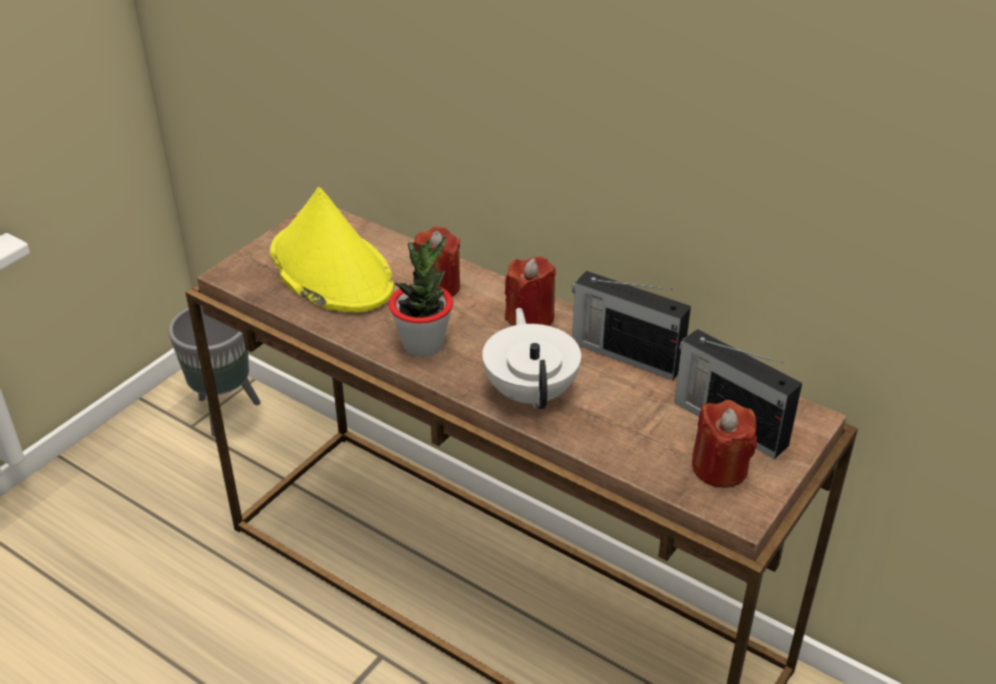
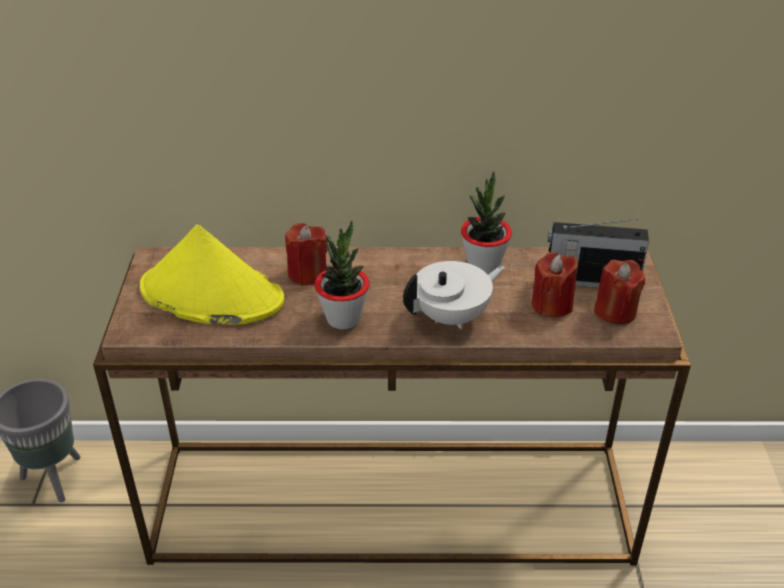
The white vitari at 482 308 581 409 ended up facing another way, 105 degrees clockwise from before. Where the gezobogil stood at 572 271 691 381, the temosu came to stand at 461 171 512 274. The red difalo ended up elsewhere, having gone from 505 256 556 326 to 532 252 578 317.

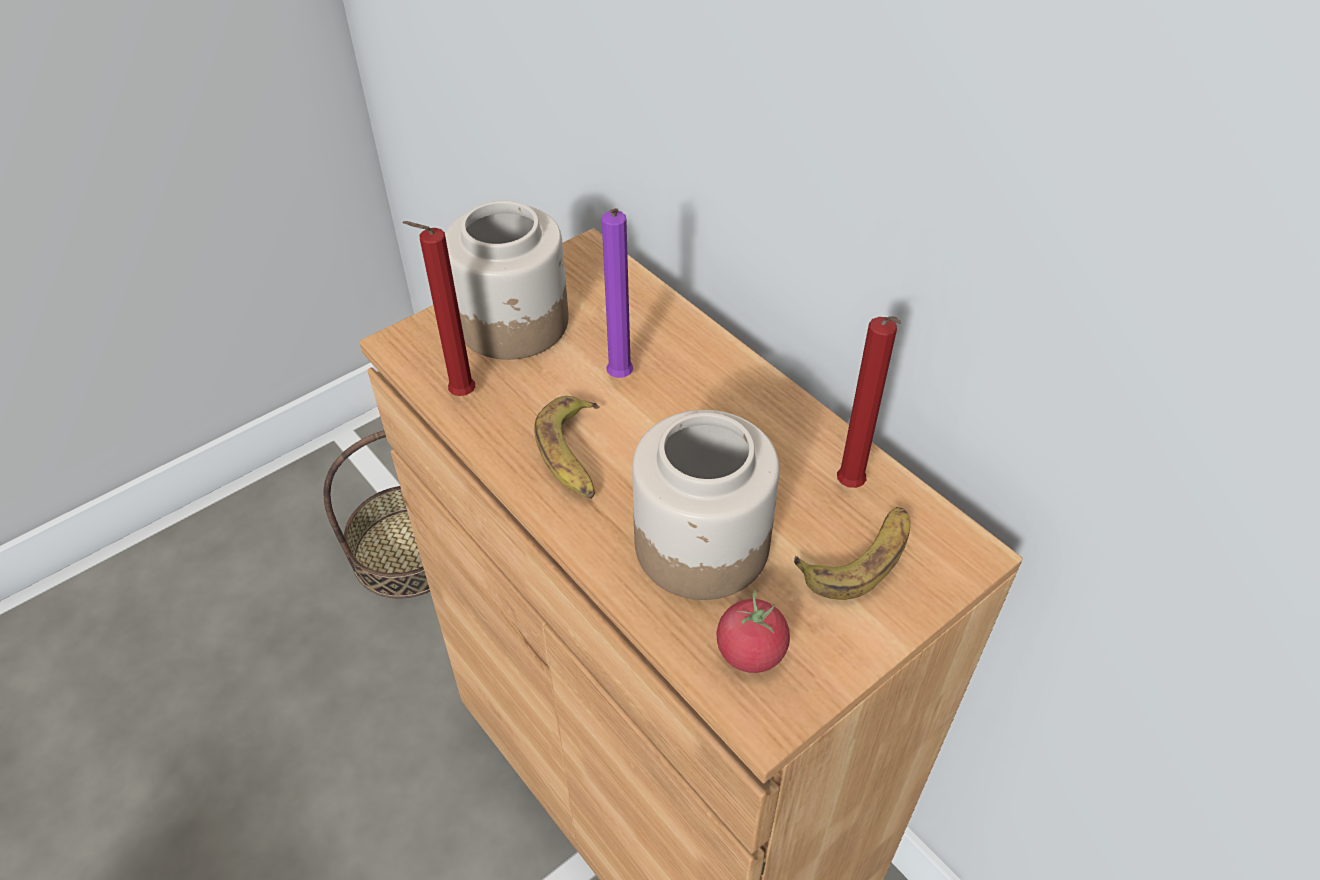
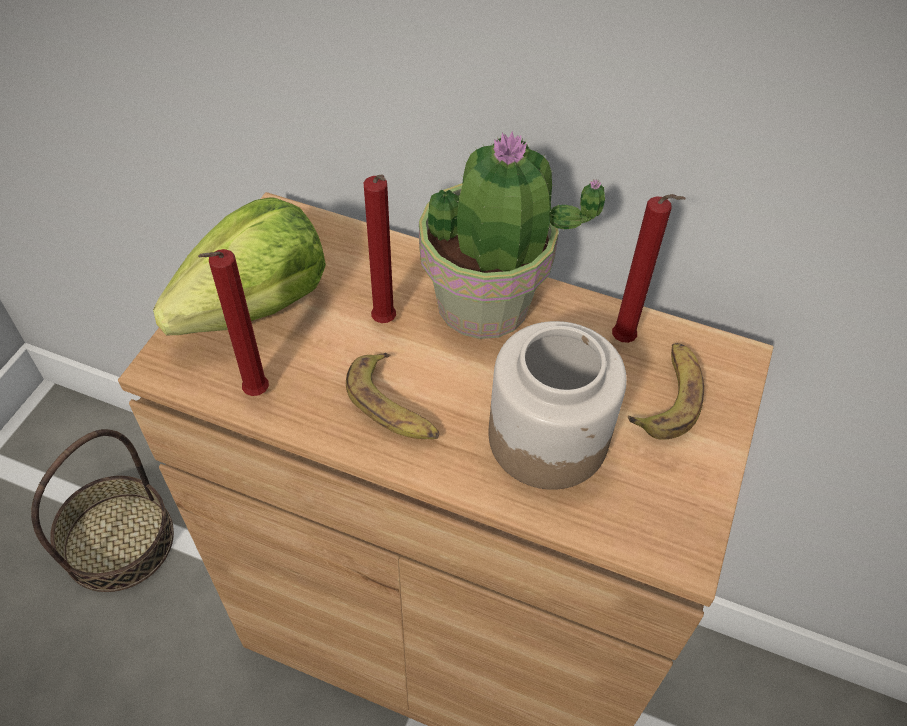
Where the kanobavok stood at 445 200 568 360, the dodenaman came to stand at 153 197 326 336. What was the purple difalo at 601 208 633 378 turned into the red difalo at 363 175 396 323. The second view gained the temosu at 419 131 606 339. The second view lost the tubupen at 717 590 790 673.

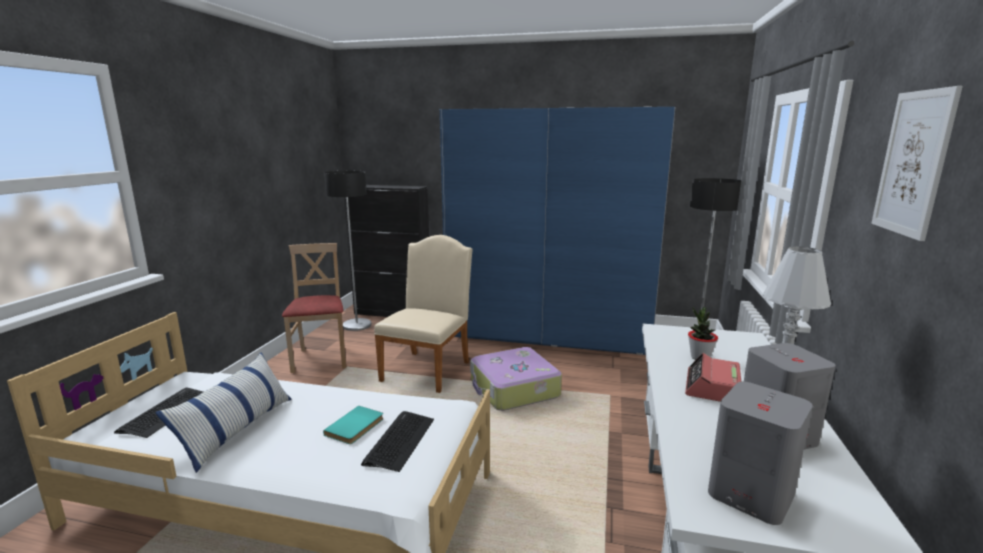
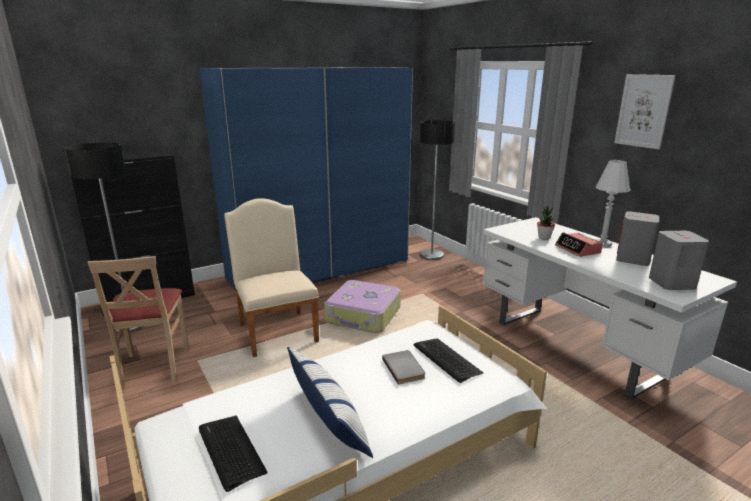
The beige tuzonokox at 282 243 346 373 ended up facing another way, 135 degrees counterclockwise from before. What was the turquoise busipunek at 323 406 383 444 turned into the grey busipunek at 382 350 426 385.

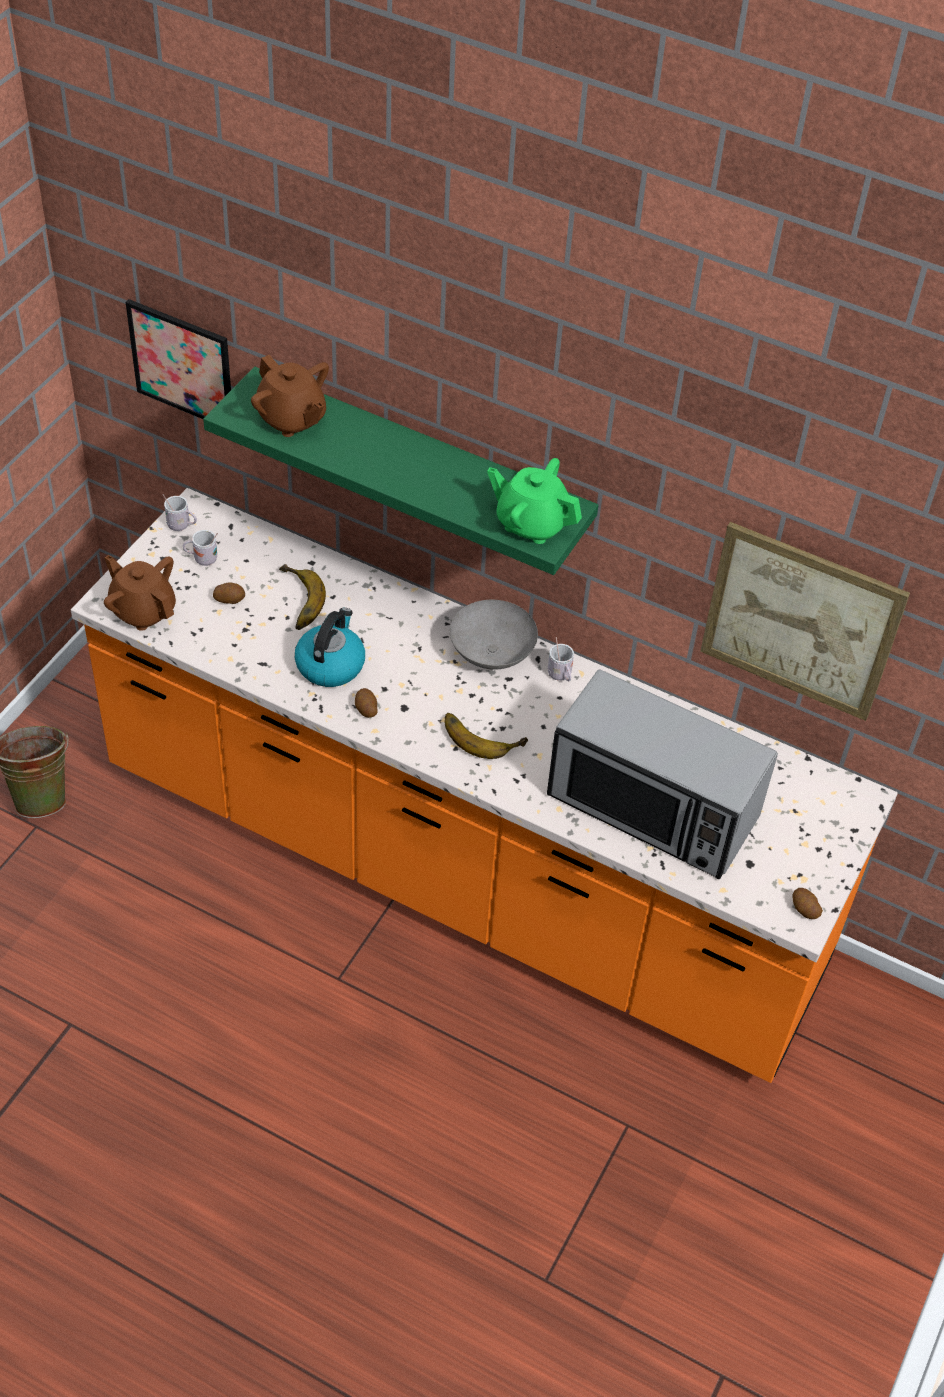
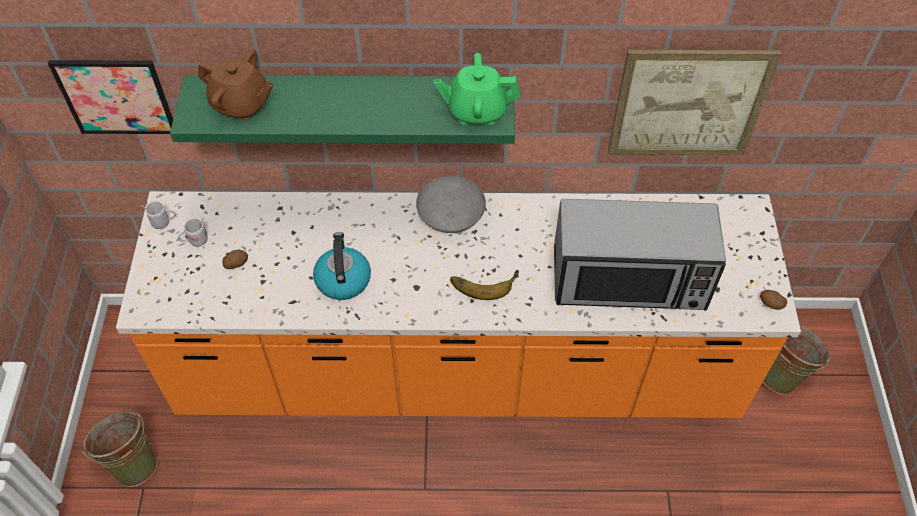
The second view gained the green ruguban at 763 326 830 395. The second view lost the brown vitari at 104 555 176 631. The second view lost the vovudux at 279 564 326 630. The second view lost the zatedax at 355 688 378 718. The second view lost the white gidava at 548 637 574 681.

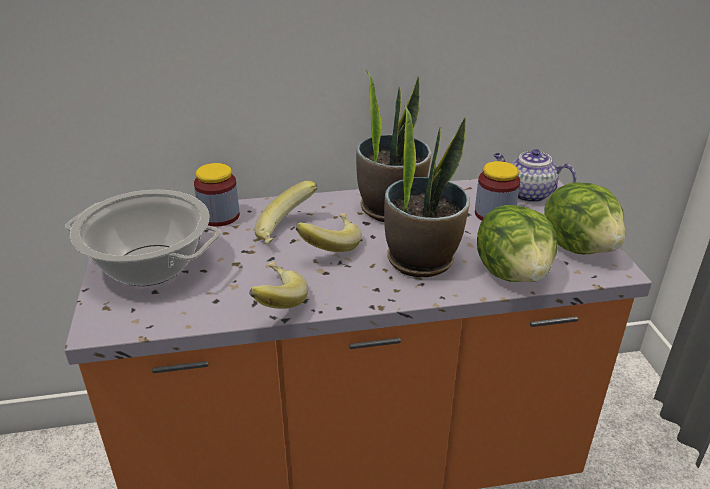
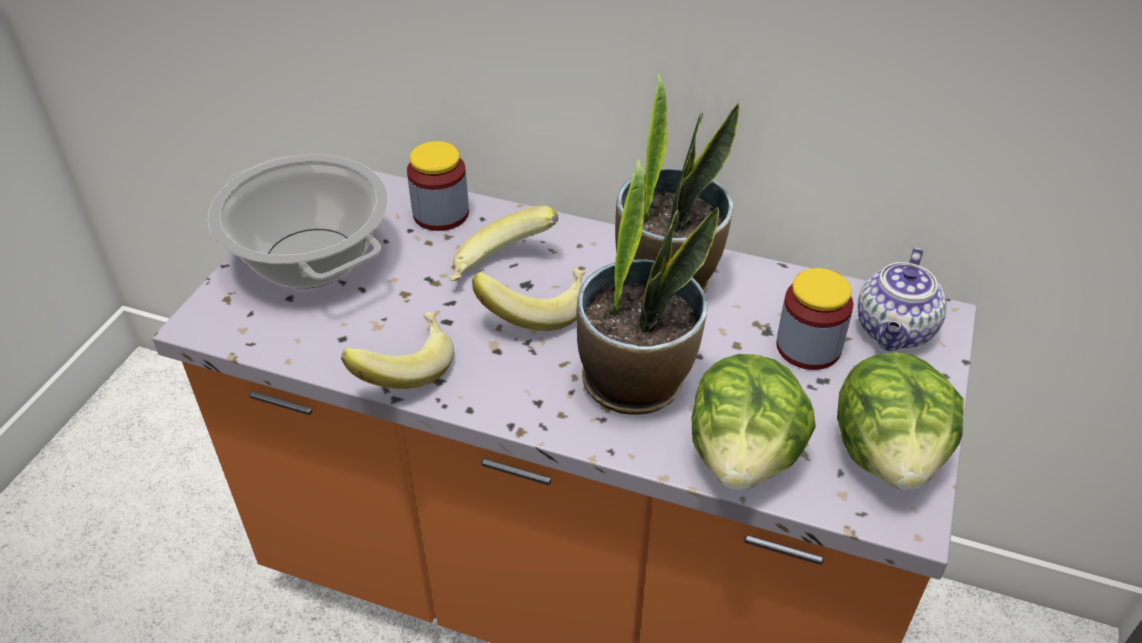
The vitari at 493 149 576 203 ended up facing another way, 120 degrees counterclockwise from before.

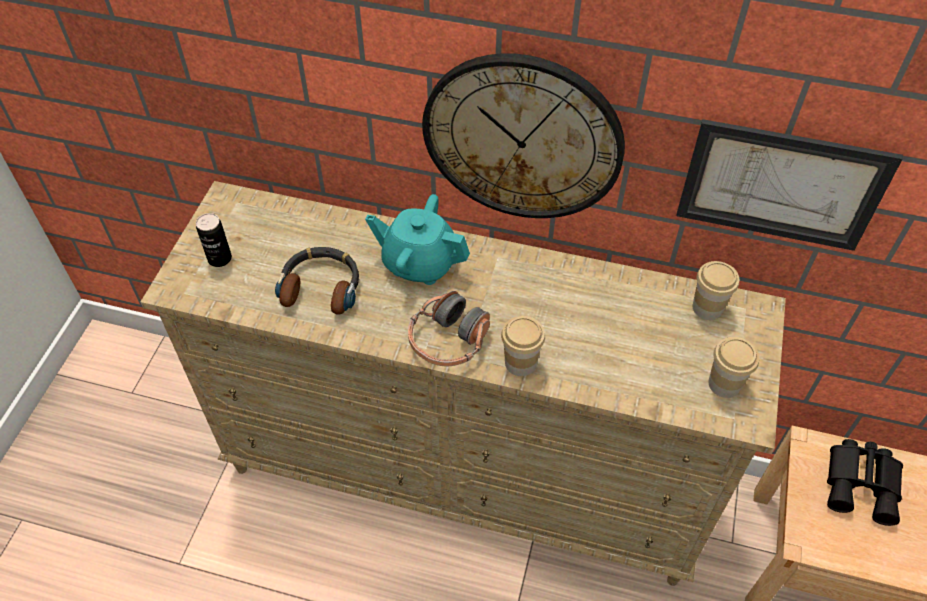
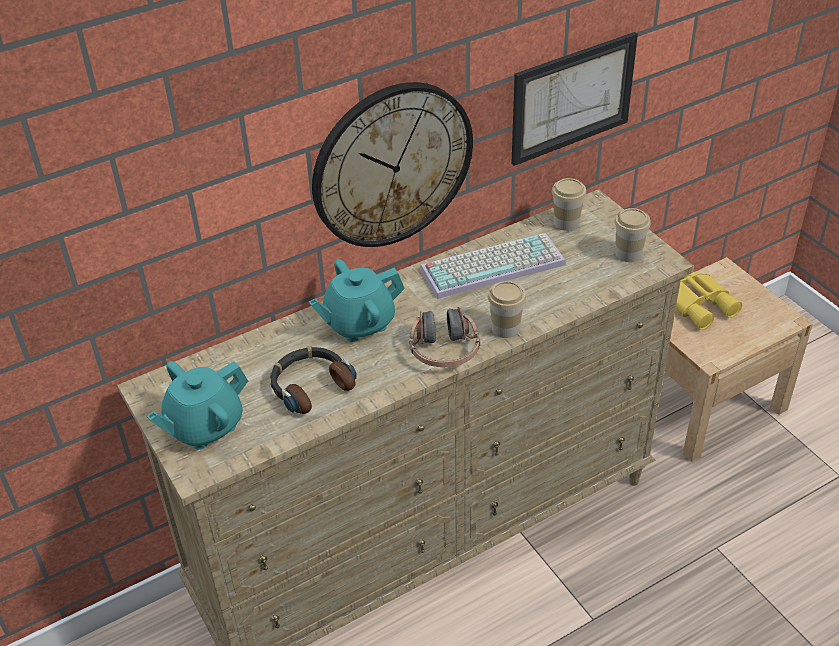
Where the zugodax stood at 196 213 232 267, the turquoise vitari came to stand at 147 361 248 450. The second view gained the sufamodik at 420 233 566 299. What was the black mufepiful at 827 439 903 526 turned into the yellow mufepiful at 676 272 742 330.

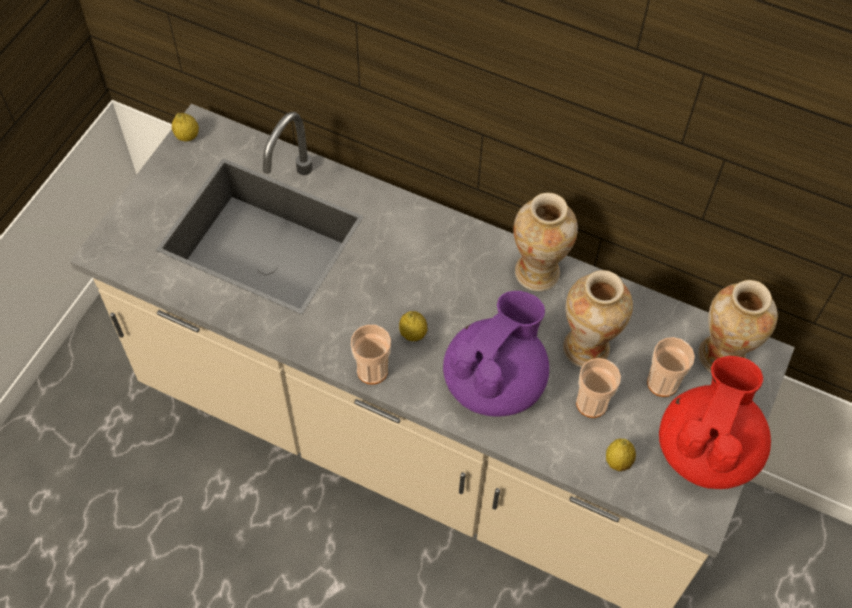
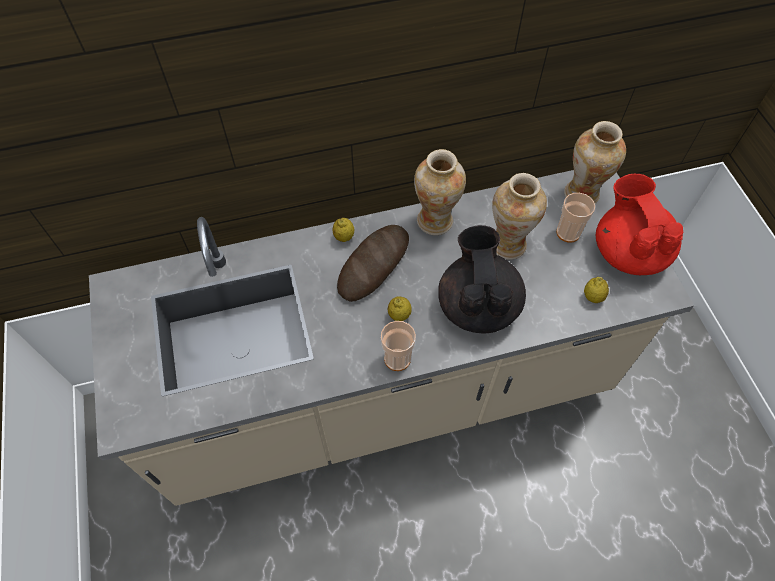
The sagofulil ended up elsewhere, having gone from 172 113 199 142 to 332 218 354 242. The second view gained the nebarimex at 337 225 409 302. What was the purple vitari at 443 291 549 417 turned into the black vitari at 438 225 526 333. The second view lost the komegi at 576 358 621 418.

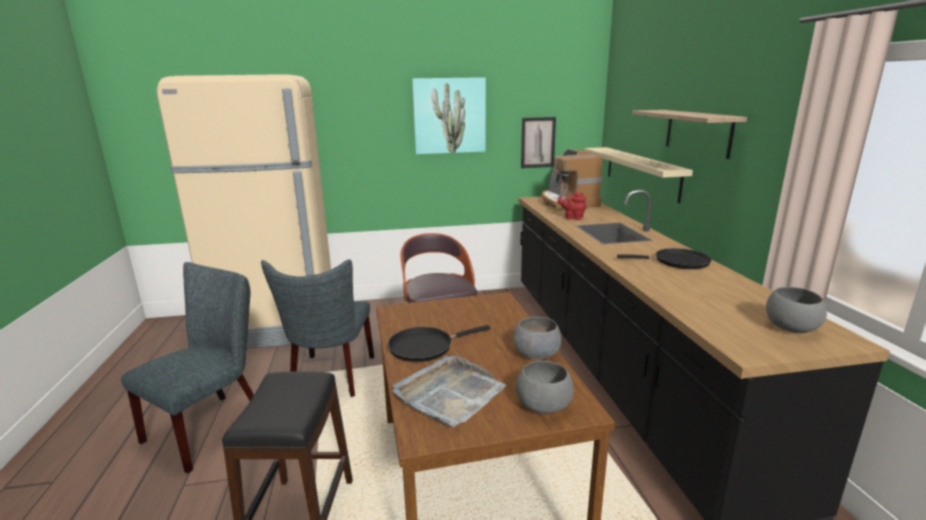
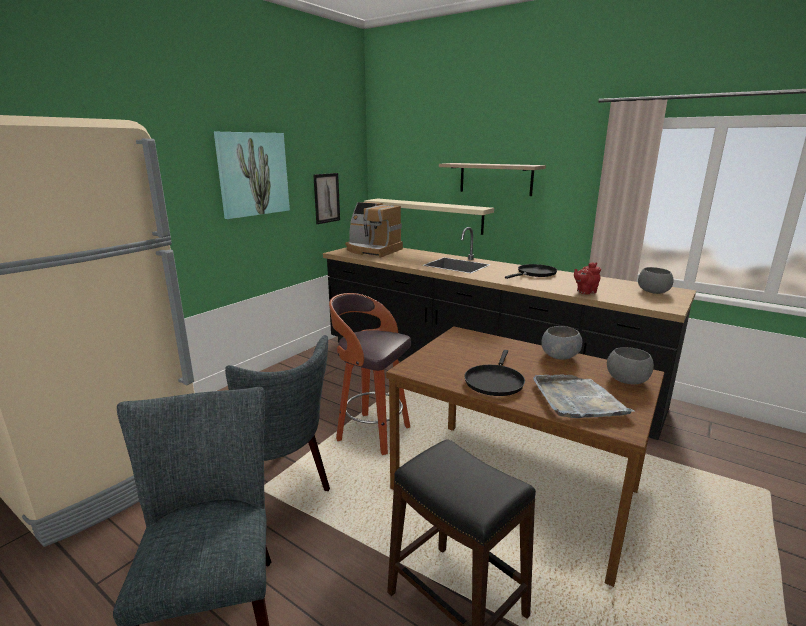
The red vitari ended up elsewhere, having gone from 558 192 587 220 to 574 262 601 295.

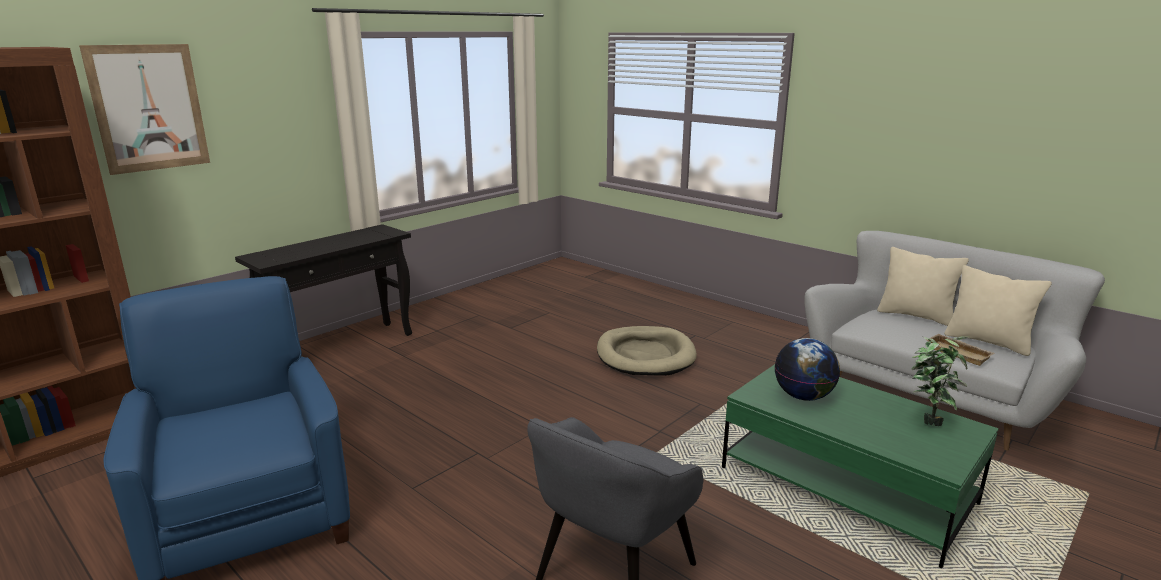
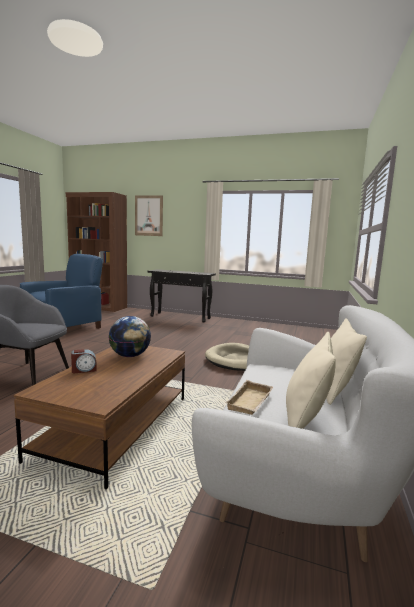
What was the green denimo at 722 364 999 568 turned into the brown denimo at 14 346 185 489. The second view gained the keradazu at 71 349 97 373. The second view lost the temosu at 912 337 968 426.

